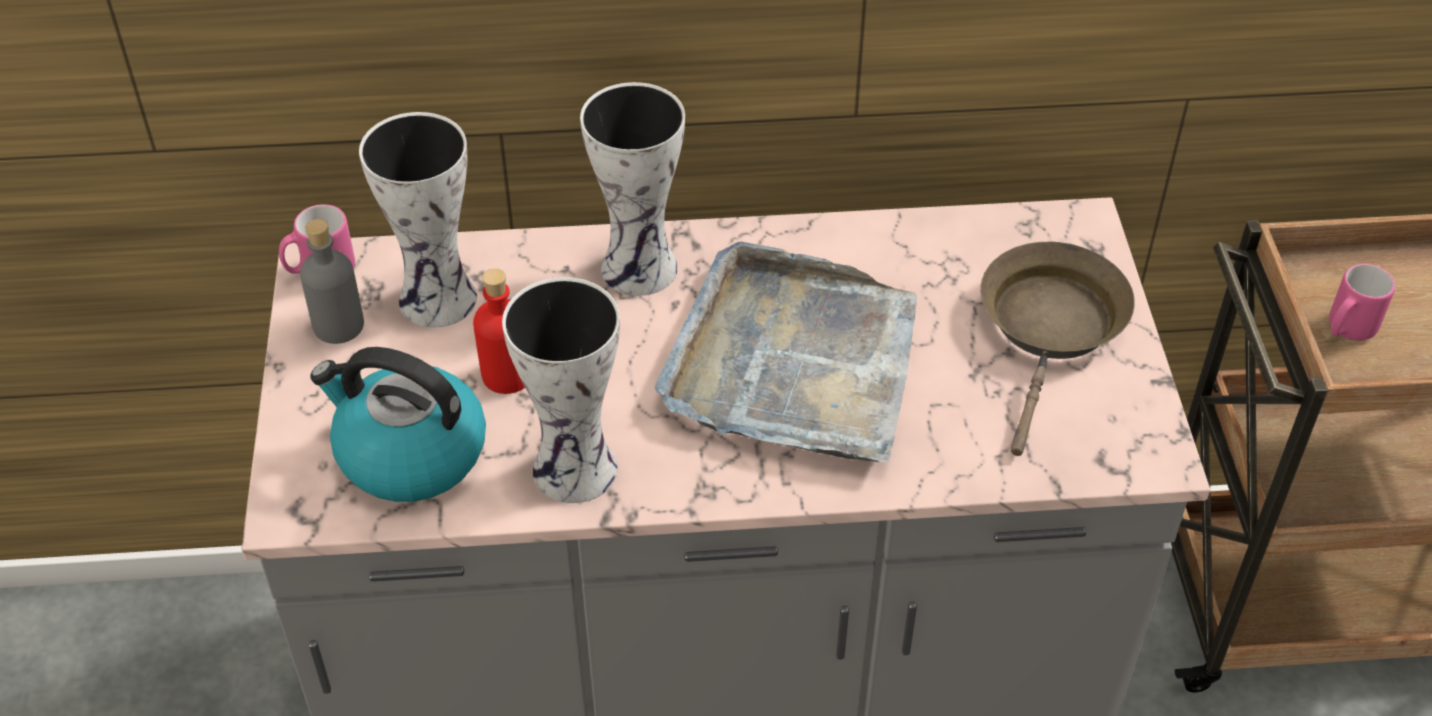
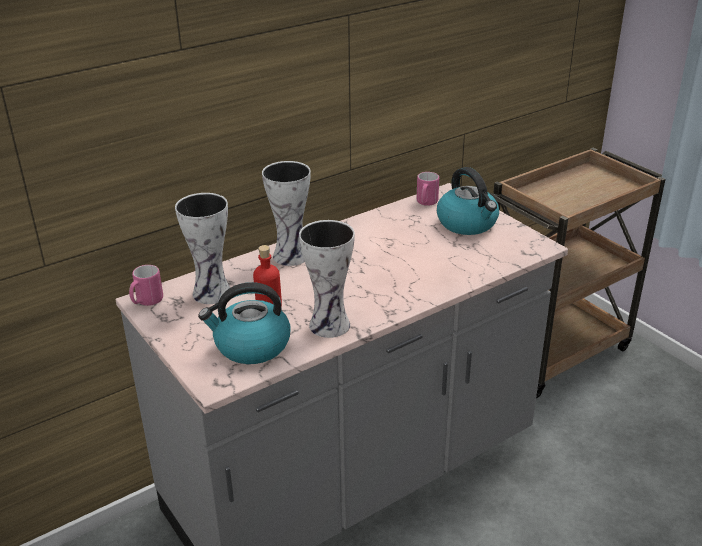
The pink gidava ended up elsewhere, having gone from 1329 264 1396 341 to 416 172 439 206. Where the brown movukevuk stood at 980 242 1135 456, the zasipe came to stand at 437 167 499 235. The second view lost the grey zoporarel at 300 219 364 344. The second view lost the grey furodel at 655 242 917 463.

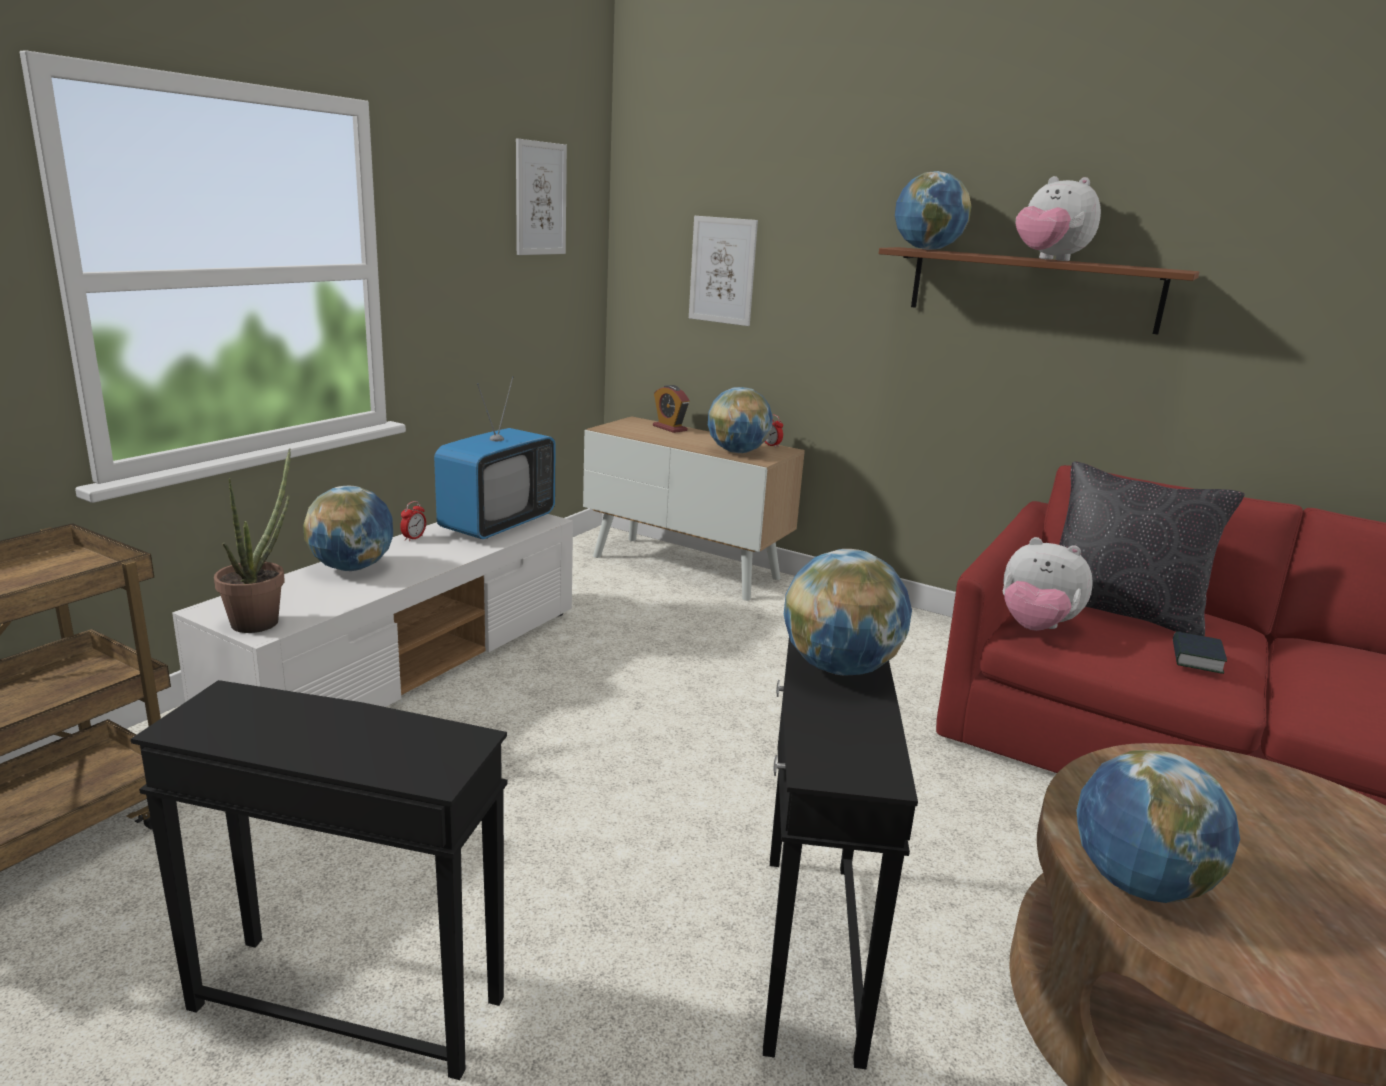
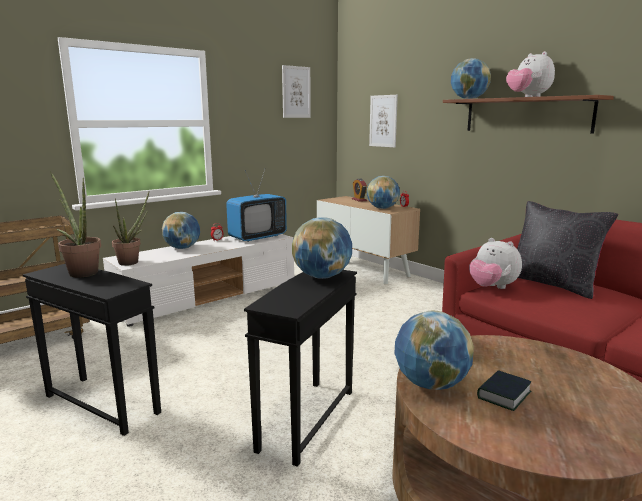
The second view gained the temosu at 50 171 101 278. The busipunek ended up elsewhere, having gone from 1173 631 1227 674 to 477 370 531 411.

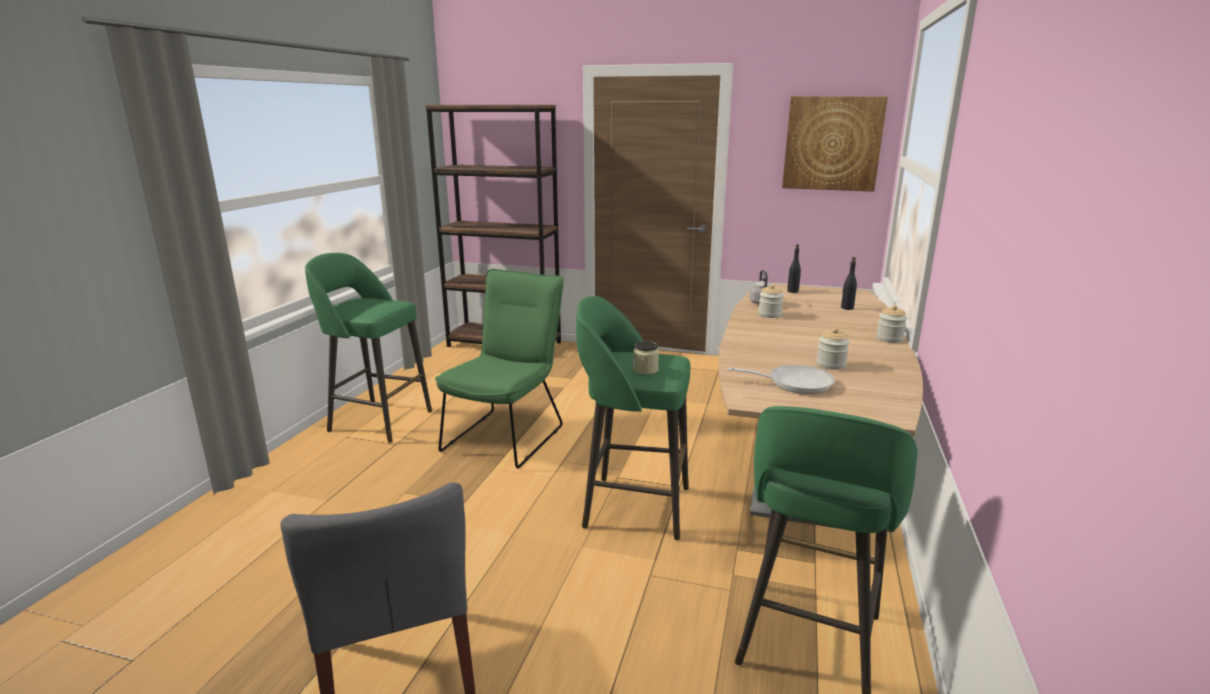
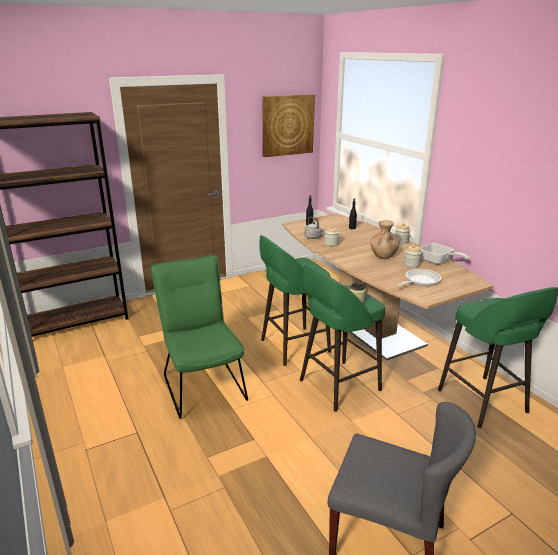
The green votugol ended up elsewhere, having gone from 305 253 432 443 to 259 235 331 366. The second view gained the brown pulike at 370 220 400 258. The second view gained the movukevuk at 420 243 470 264.

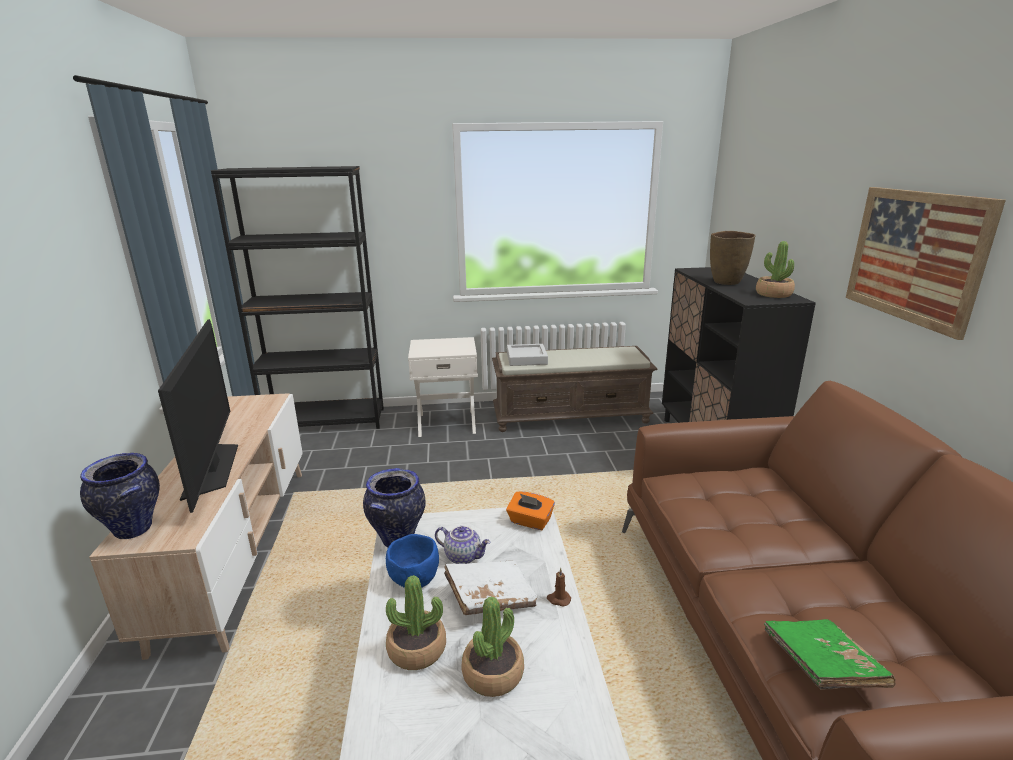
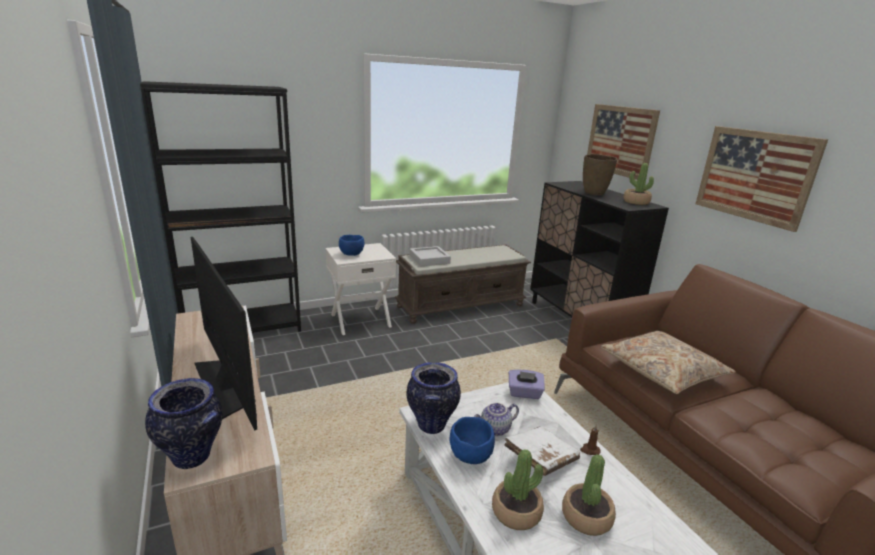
The second view gained the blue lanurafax at 339 235 364 256. The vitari at 435 526 490 564 ended up facing another way, 150 degrees clockwise from before. What was the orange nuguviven at 506 491 555 530 turned into the purple nuguviven at 509 370 545 399. The second view gained the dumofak at 587 104 660 180. The second view gained the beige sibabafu at 600 331 736 394. The second view lost the green busipunek at 764 619 895 690.

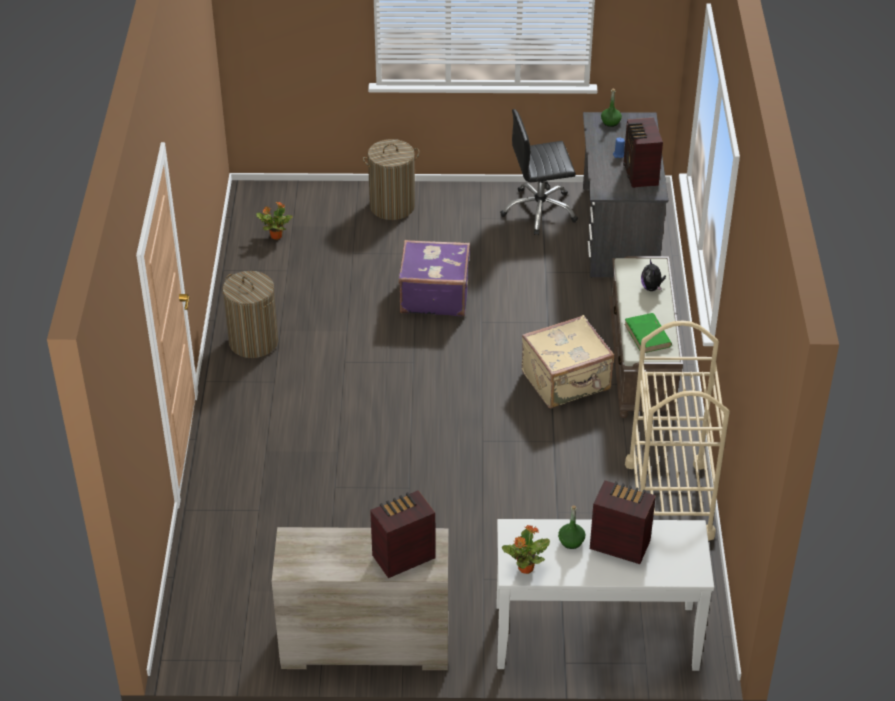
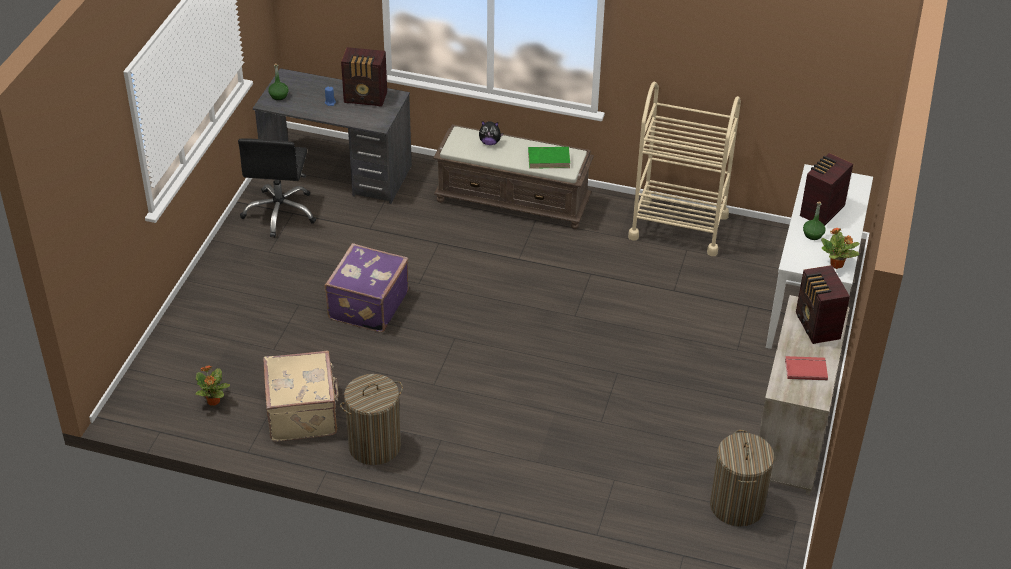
The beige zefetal ended up elsewhere, having gone from 522 315 614 408 to 263 351 339 442. The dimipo ended up elsewhere, having gone from 363 139 419 220 to 710 430 774 527. The second view gained the red busipunek at 785 356 828 380.

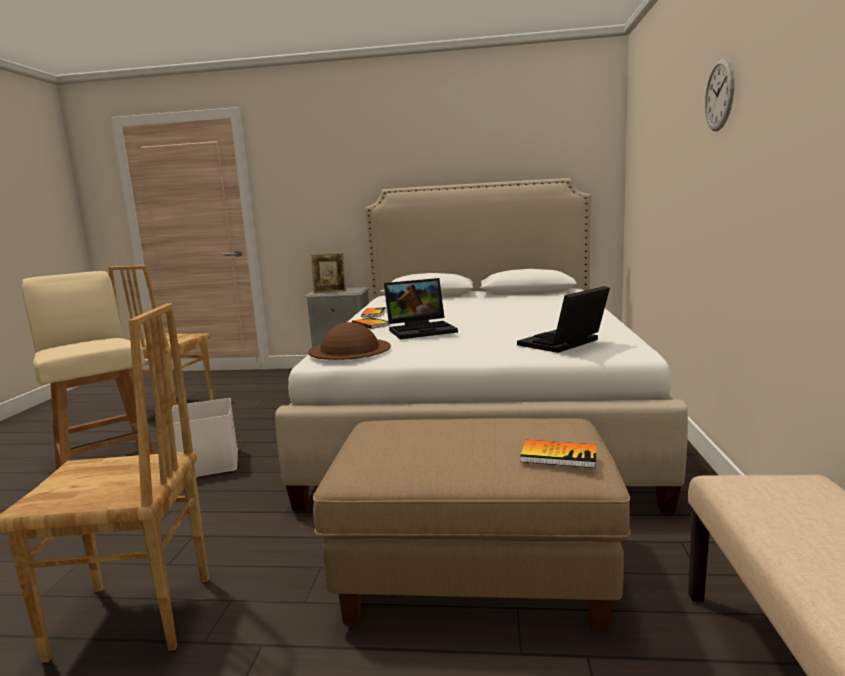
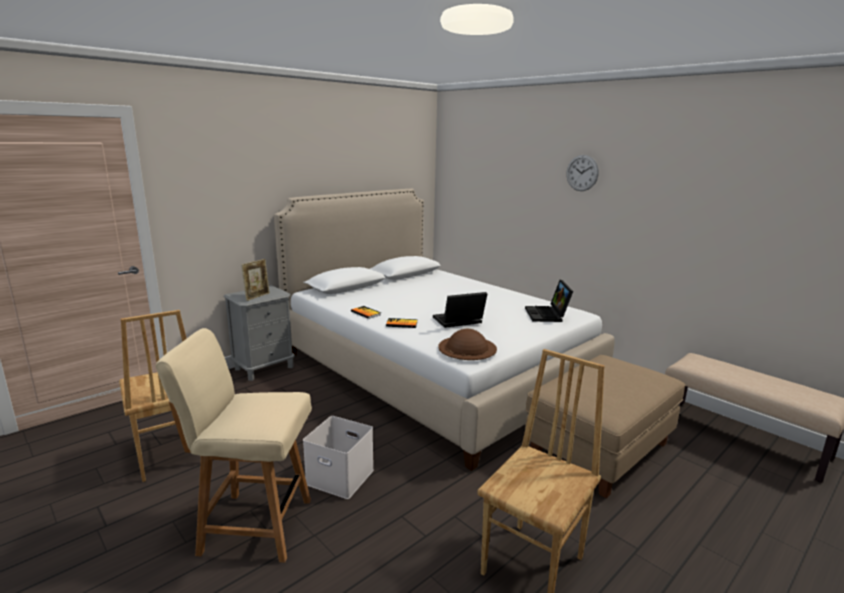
The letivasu at 384 278 458 339 ended up facing another way, 135 degrees counterclockwise from before. The second view lost the busipunek at 521 440 597 468.

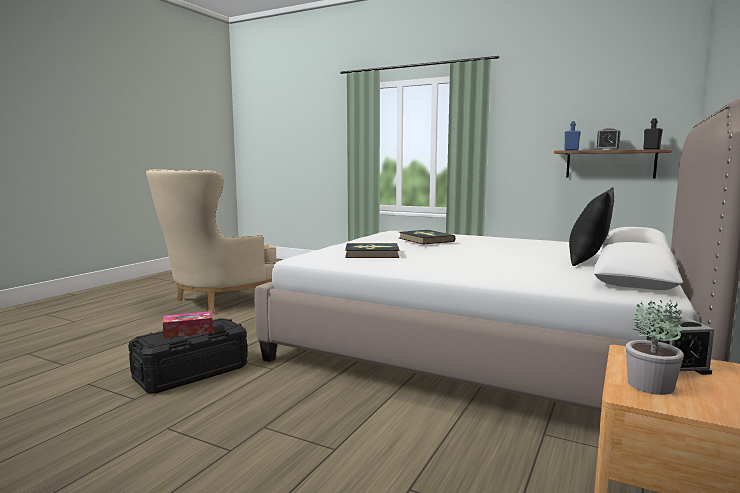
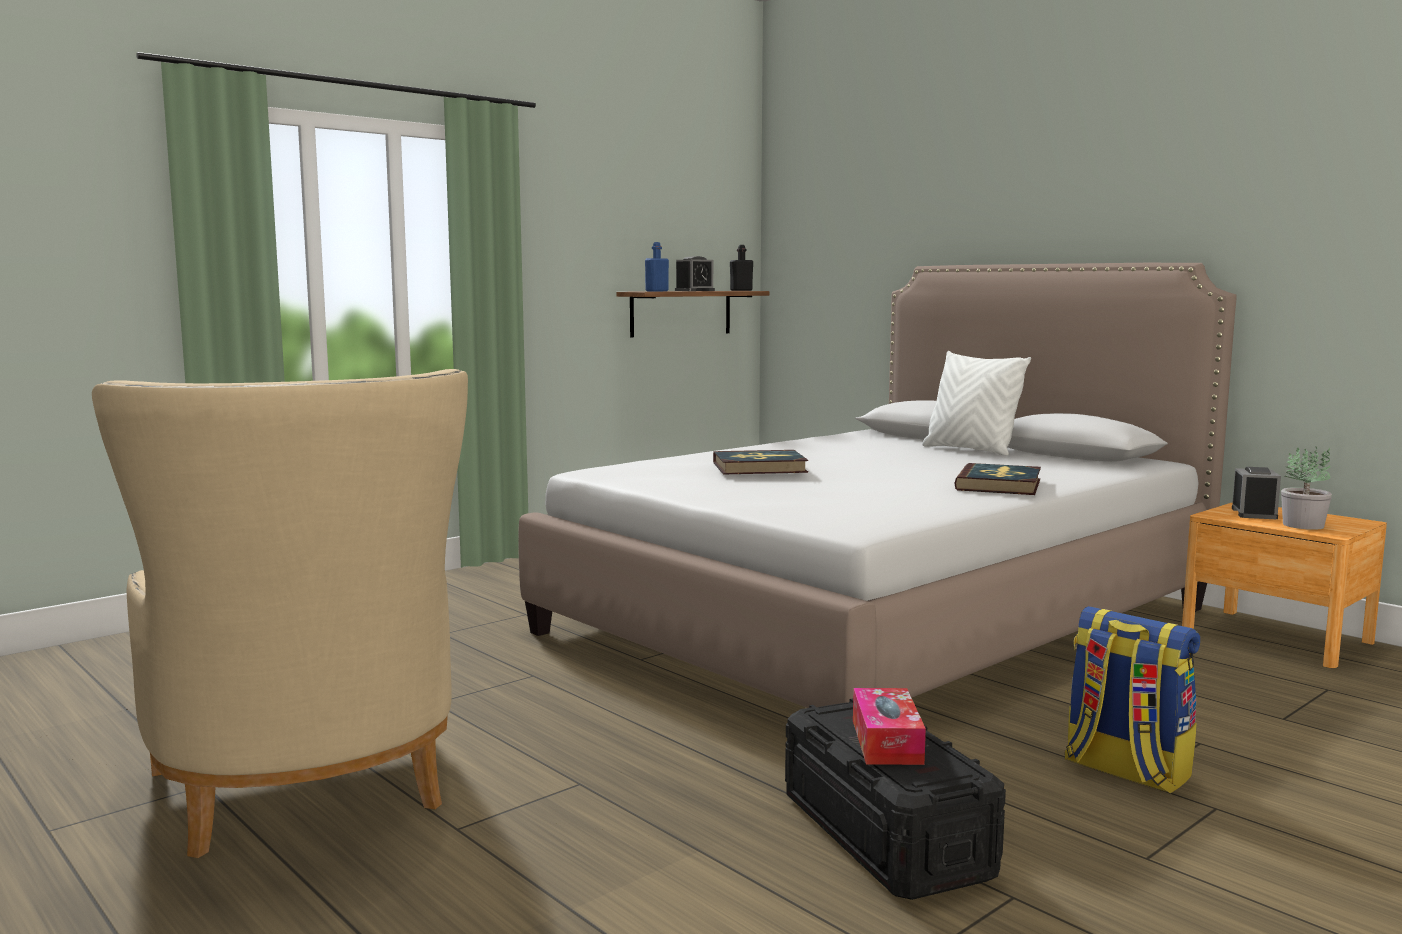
What was the black sibabafu at 569 187 614 266 turned into the white sibabafu at 922 351 1031 456. The busipunek ended up elsewhere, having gone from 345 243 399 258 to 954 463 1041 495. The second view gained the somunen at 1065 606 1200 794.

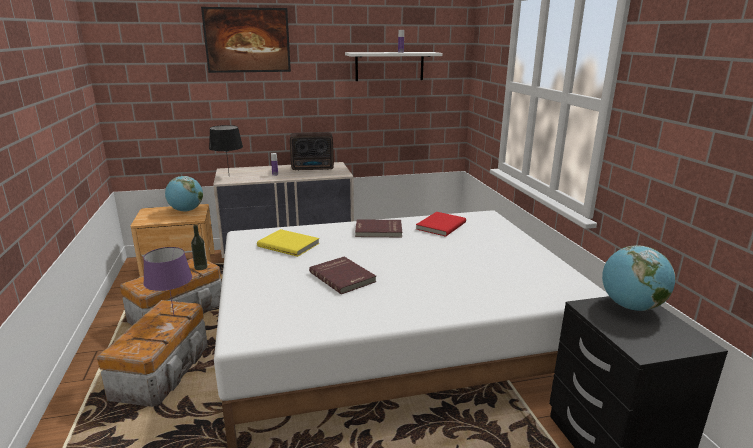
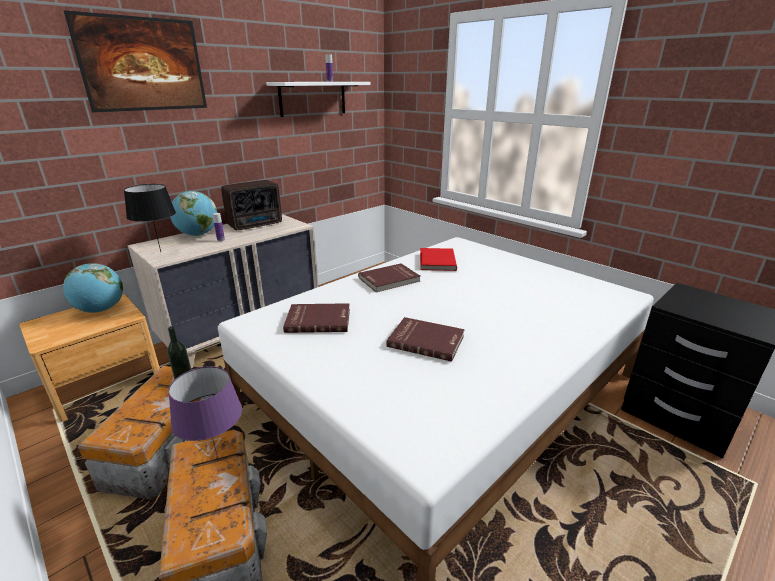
The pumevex ended up elsewhere, having gone from 602 245 675 311 to 170 191 217 236. What was the yellow busipunek at 257 229 319 257 turned into the red busipunek at 283 303 350 333.

